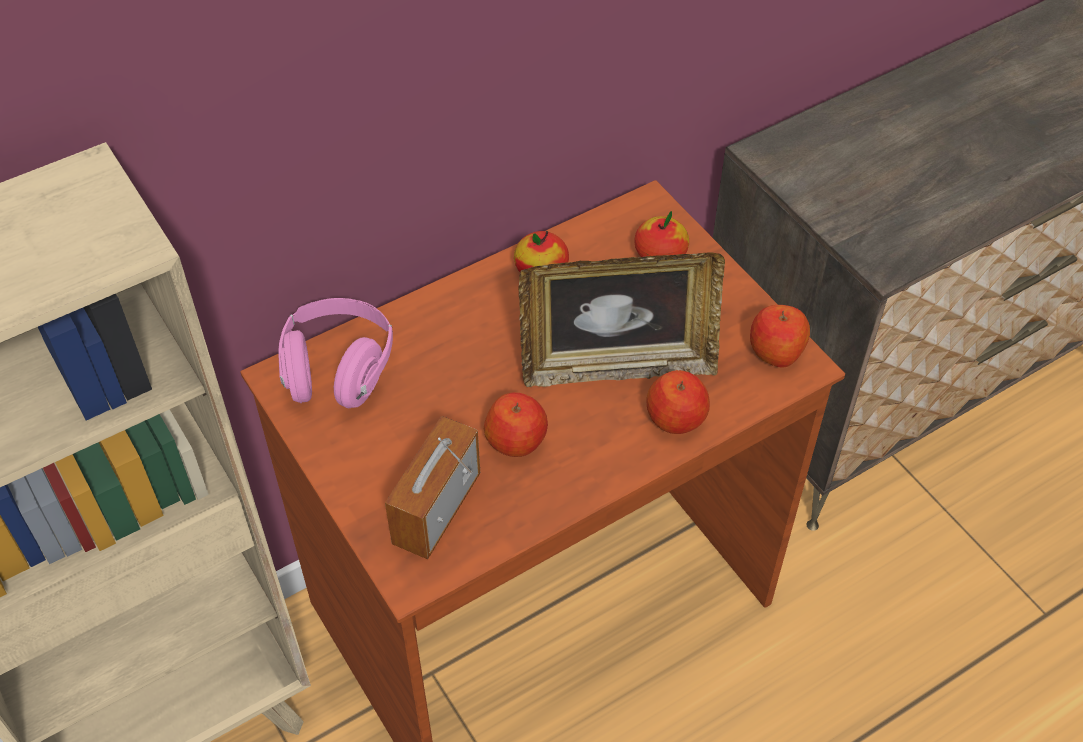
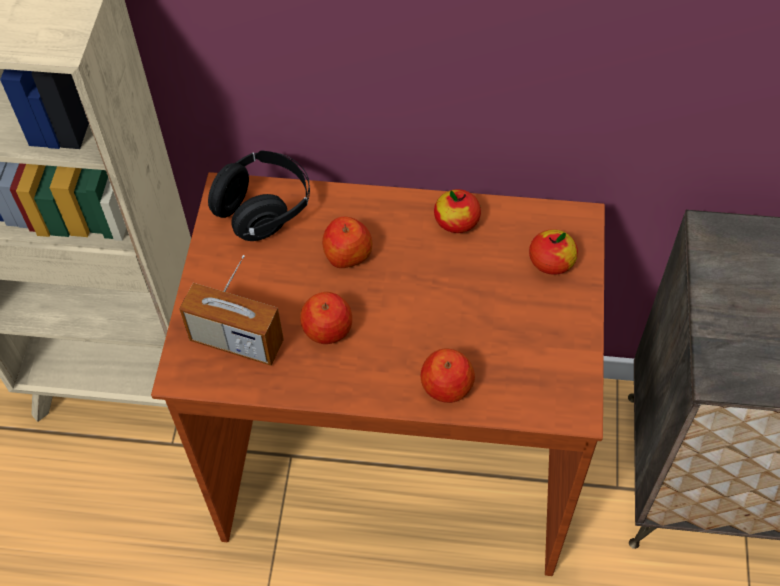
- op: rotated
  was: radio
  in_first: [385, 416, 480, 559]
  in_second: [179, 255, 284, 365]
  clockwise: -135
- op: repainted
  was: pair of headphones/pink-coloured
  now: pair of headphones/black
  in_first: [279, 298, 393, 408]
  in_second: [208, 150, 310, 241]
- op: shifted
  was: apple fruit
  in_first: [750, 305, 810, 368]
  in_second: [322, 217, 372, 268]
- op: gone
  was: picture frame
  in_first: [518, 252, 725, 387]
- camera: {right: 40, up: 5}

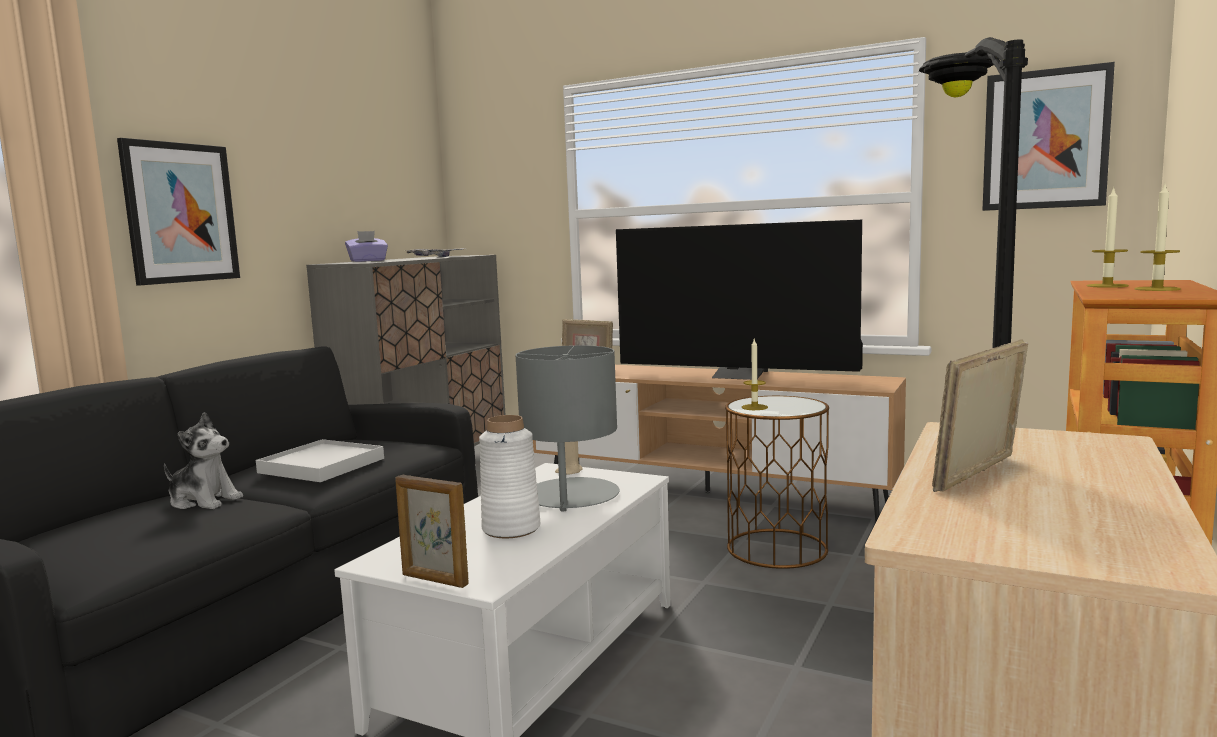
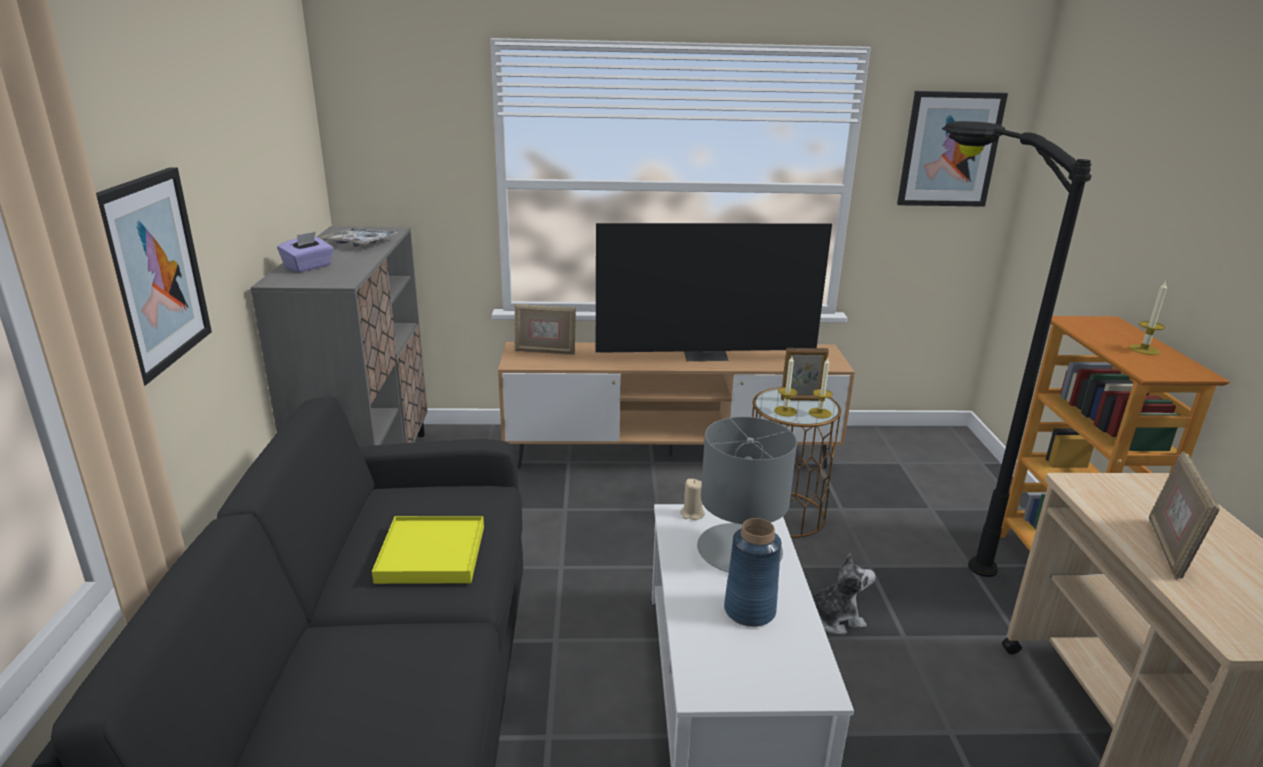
- op: repainted
  was: tray/whitish
  now: tray/yellow
  in_first: [256, 439, 384, 482]
  in_second: [372, 516, 484, 584]
- op: repainted
  was: flower vase/whitish
  now: flower vase/bluish
  in_first: [479, 415, 540, 538]
  in_second: [724, 518, 782, 627]
- op: shifted
  was: picture frame
  in_first: [395, 475, 469, 588]
  in_second: [781, 348, 829, 401]
- op: shifted
  was: candle
  in_first: [1087, 186, 1129, 288]
  in_second: [809, 357, 833, 418]
- op: shifted
  was: plush toy
  in_first: [164, 412, 243, 509]
  in_second: [813, 554, 876, 634]
- camera: {right: -30, up: 15}

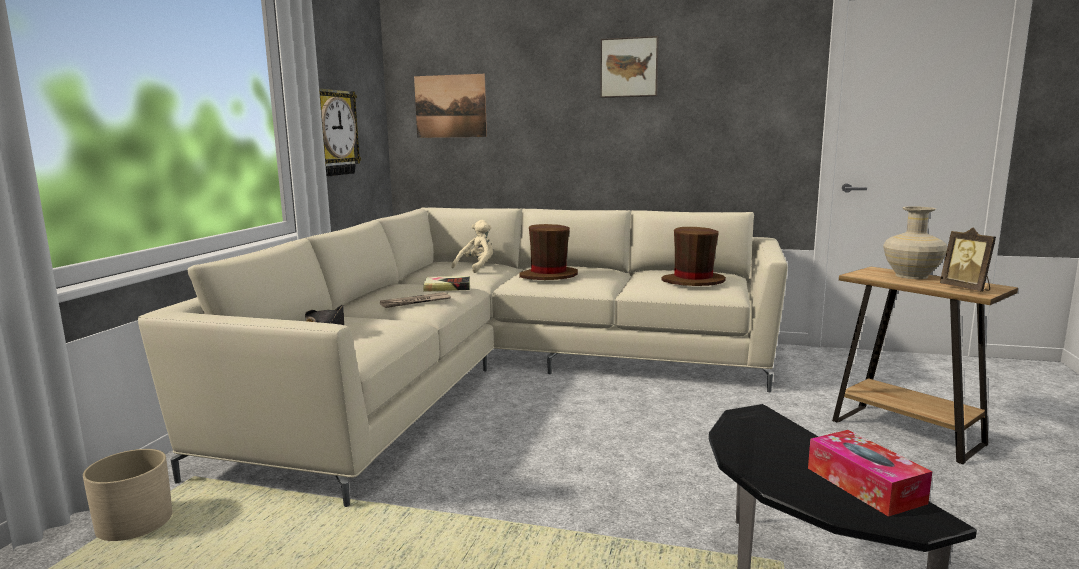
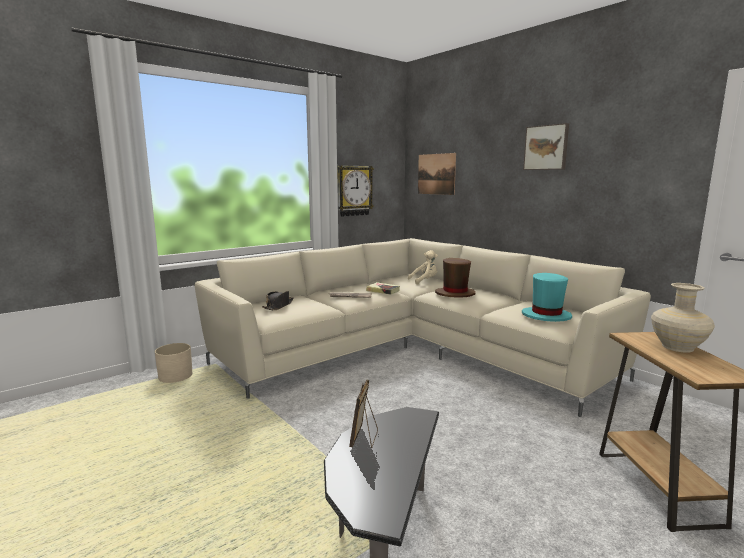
- op: shifted
  was: picture frame
  in_first: [940, 227, 996, 291]
  in_second: [349, 380, 378, 448]
- op: repainted
  was: wearable hat/brown
  now: wearable hat/turquoise
  in_first: [662, 227, 726, 286]
  in_second: [522, 273, 572, 322]
- op: gone
  was: tissue holder
  in_first: [808, 430, 932, 517]
- camera: {right: 35, up: 0}

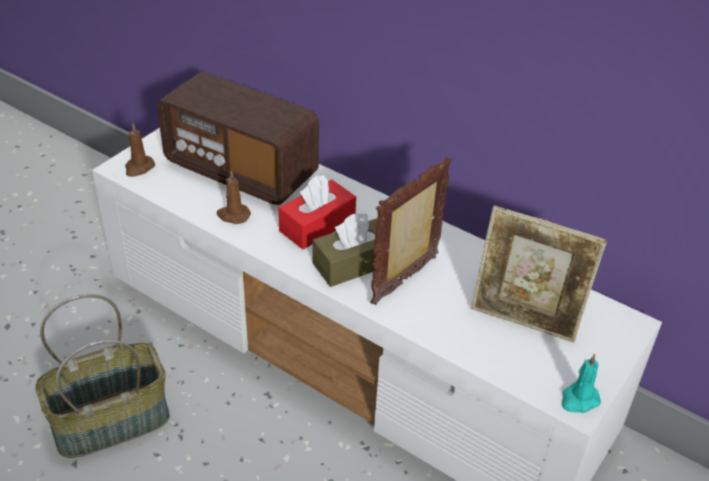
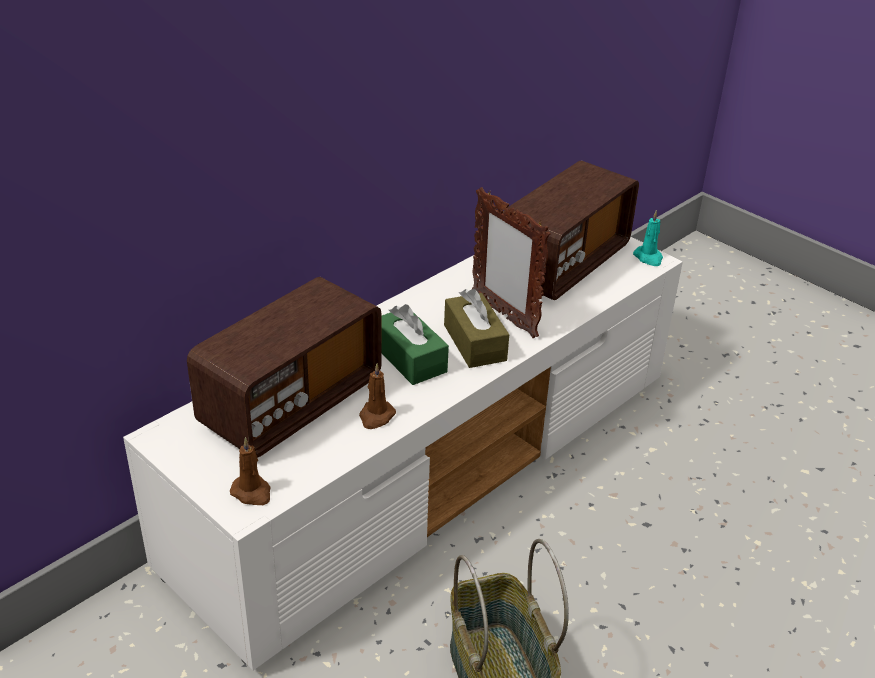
- op: repainted
  was: tissue holder/red
  now: tissue holder/greenish
  in_first: [278, 175, 356, 249]
  in_second: [381, 304, 449, 385]
- op: swapped
  was: picture frame
  now: radio
  in_first: [471, 205, 607, 342]
  in_second: [503, 160, 639, 300]
- camera: {right: -80, up: -5}

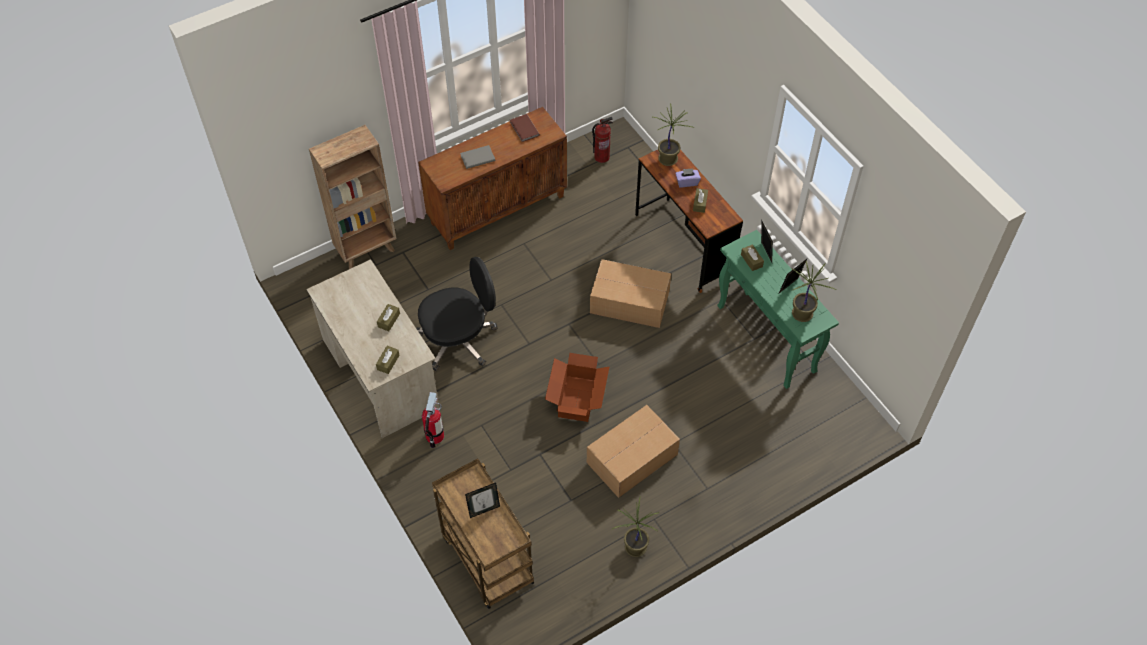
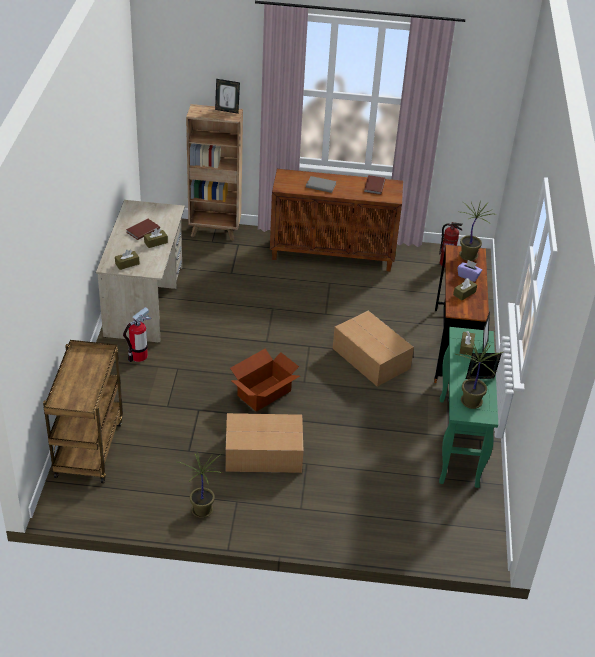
- op: new
  now: volume/brown
  in_second: [126, 219, 160, 240]
- op: shifted
  was: picture frame
  in_first: [465, 483, 500, 518]
  in_second: [215, 79, 240, 114]
- op: gone
  was: office chair/black
  in_first: [416, 257, 497, 371]
- camera: {right: 35, up: -15}

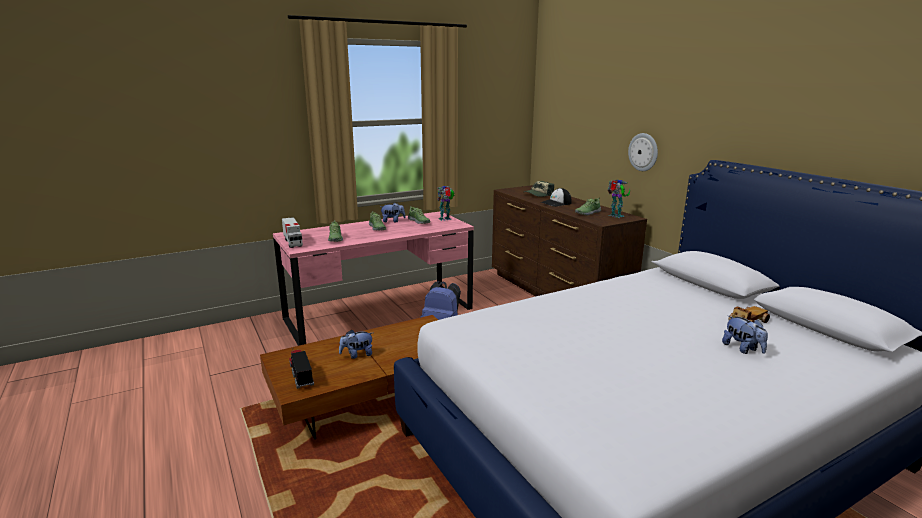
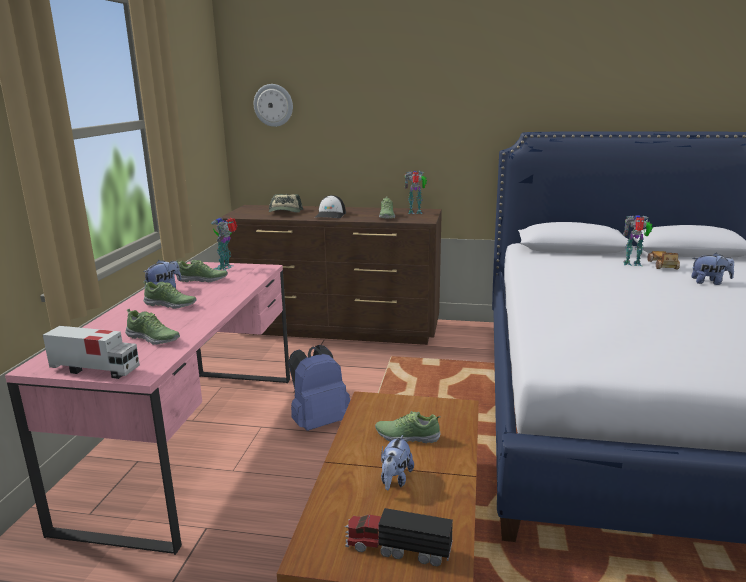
- op: shifted
  was: clock on the wall
  in_first: [628, 133, 658, 171]
  in_second: [254, 84, 293, 127]
- op: new
  now: low shoe
  in_second: [375, 411, 441, 443]
- op: new
  now: model robot
  in_second: [623, 215, 653, 266]
- camera: {right: -50, up: 0}

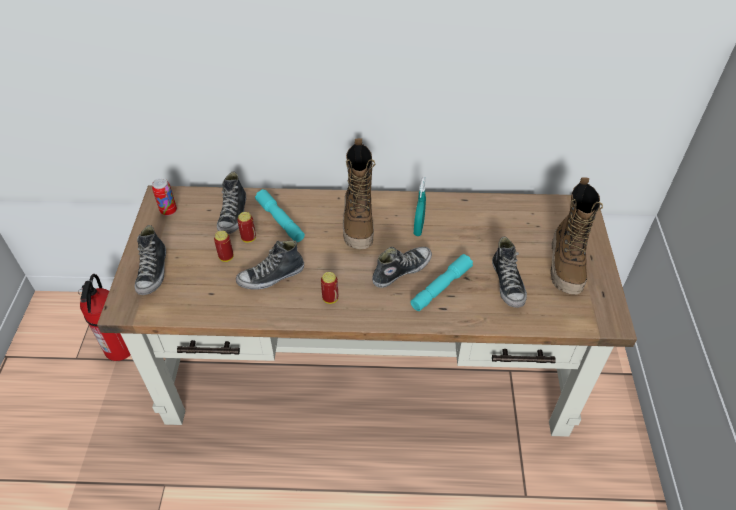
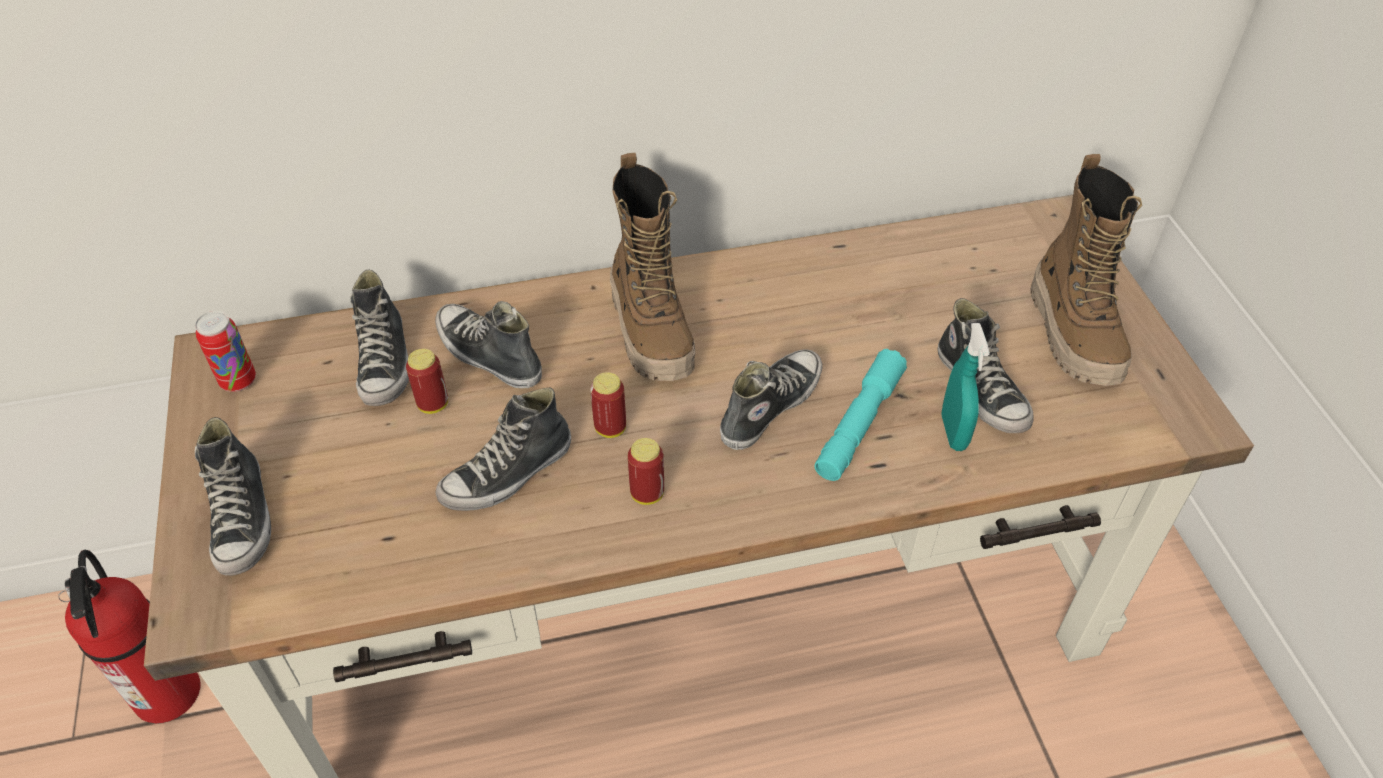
- op: swapped
  was: hand torch/turquoise
  now: low shoe
  in_first: [255, 189, 305, 242]
  in_second: [435, 301, 542, 389]
- op: shifted
  was: metal can
  in_first: [214, 231, 234, 262]
  in_second: [590, 372, 626, 438]
- op: shifted
  was: spray bottle/turquoise
  in_first: [414, 177, 426, 236]
  in_second: [941, 323, 990, 451]
- camera: {right: -15, up: 0}

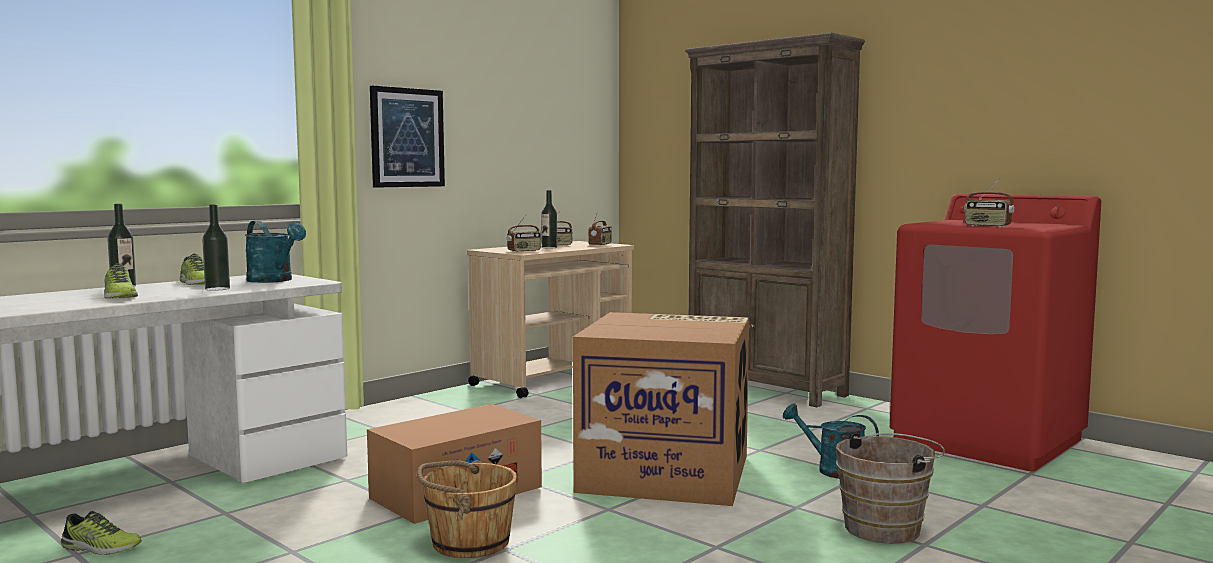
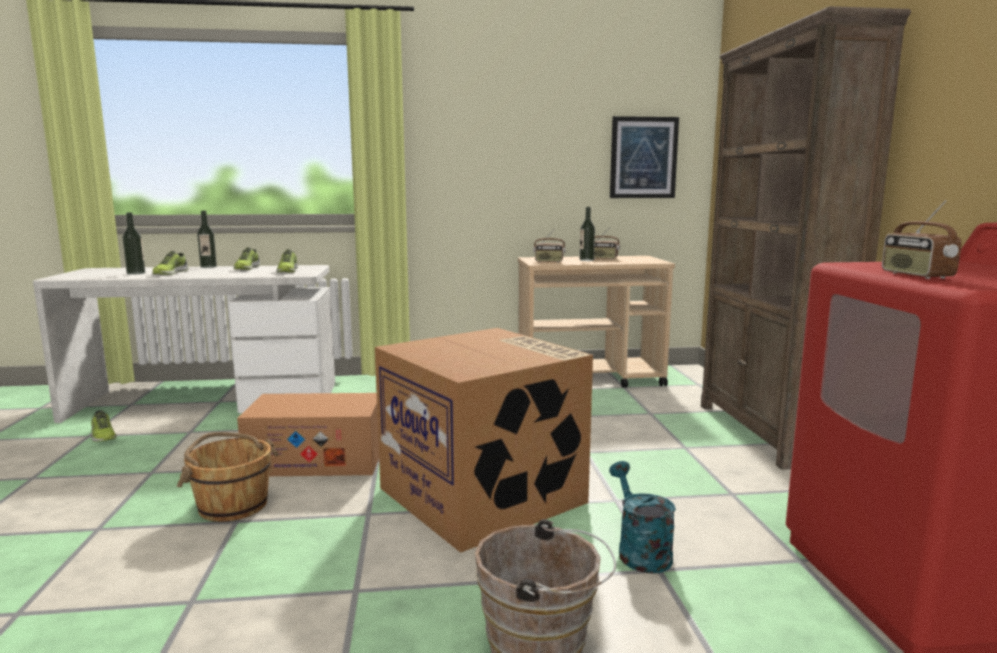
- op: shifted
  was: drink bottle
  in_first: [202, 204, 230, 291]
  in_second: [122, 212, 145, 275]
- op: swapped
  was: watering can/turquoise
  now: low shoe
  in_first: [245, 221, 306, 283]
  in_second: [276, 249, 298, 272]
- op: shifted
  was: wall art
  in_first: [370, 85, 445, 188]
  in_second: [610, 116, 679, 198]
- op: gone
  was: radio
  in_first: [588, 211, 612, 246]
- camera: {right: 40, up: 5}

